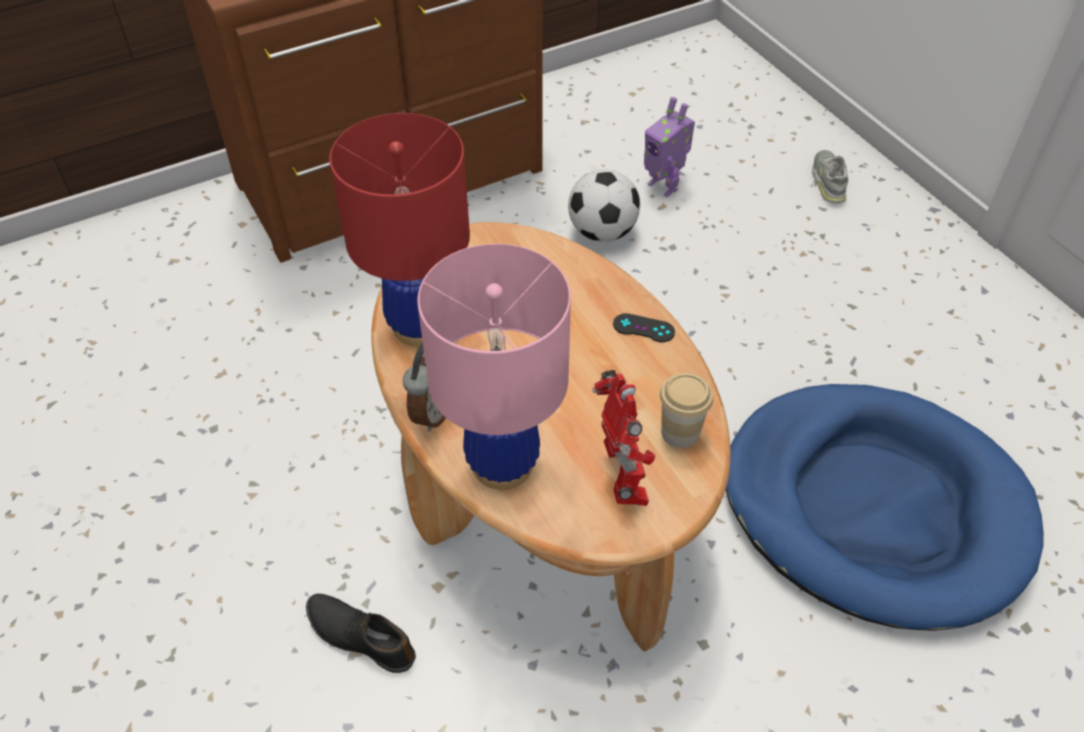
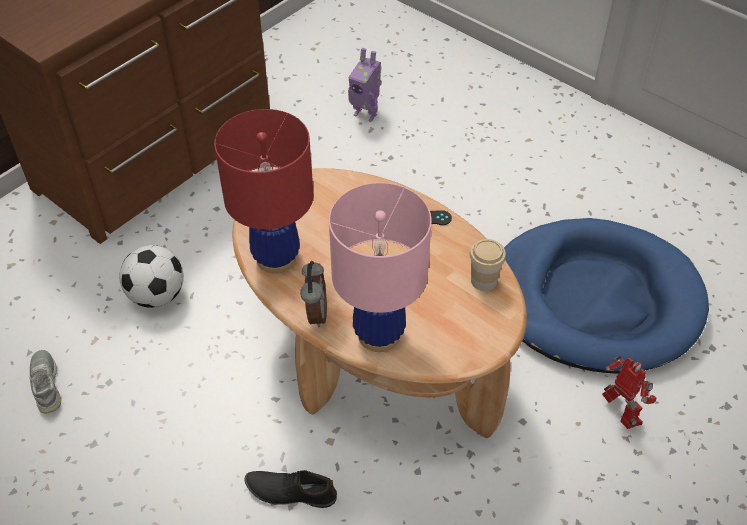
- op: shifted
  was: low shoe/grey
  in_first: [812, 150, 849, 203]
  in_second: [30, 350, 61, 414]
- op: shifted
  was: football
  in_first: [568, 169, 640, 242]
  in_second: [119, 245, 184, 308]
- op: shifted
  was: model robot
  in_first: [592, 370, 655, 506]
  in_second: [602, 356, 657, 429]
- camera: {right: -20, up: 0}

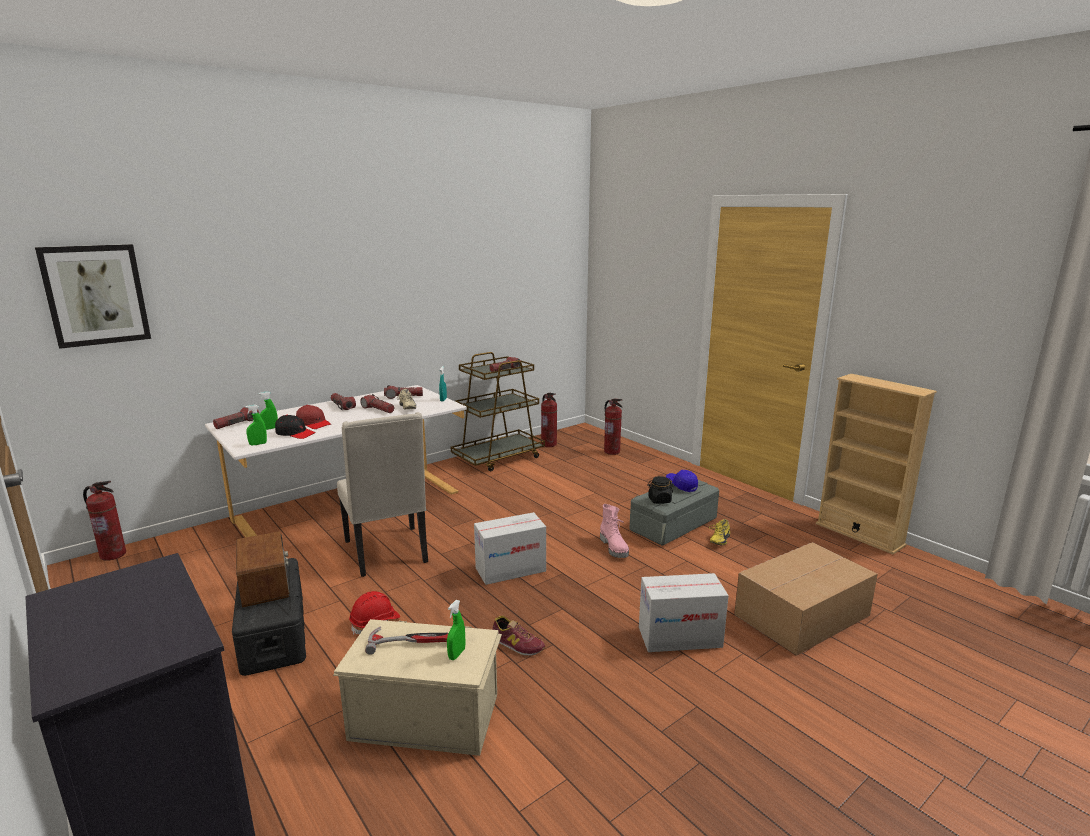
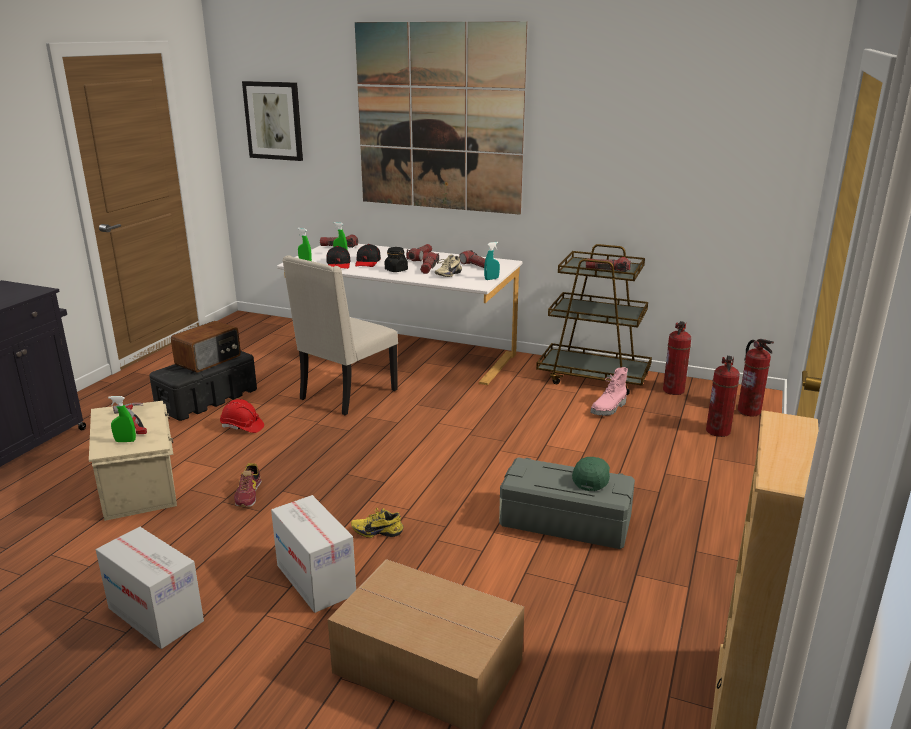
- op: shifted
  was: cardboard box
  in_first: [474, 512, 546, 585]
  in_second: [96, 527, 204, 649]
- op: shifted
  was: low shoe/yellow
  in_first: [709, 519, 730, 545]
  in_second: [351, 508, 403, 538]
- op: new
  now: wall art
  in_second: [355, 22, 527, 215]
- op: repainted
  was: baseball cap/red
  now: baseball cap/black
  in_first: [296, 405, 331, 429]
  in_second: [355, 244, 381, 267]
- op: shifted
  was: jar/black
  in_first: [647, 476, 673, 504]
  in_second: [385, 247, 408, 272]
- op: repainted
  was: baseball cap/bluish
  now: baseball cap/greenish
  in_first: [666, 470, 698, 492]
  in_second: [572, 457, 610, 491]
- op: shifted
  was: boot/pink-coloured
  in_first: [600, 504, 629, 558]
  in_second: [590, 367, 628, 416]
- op: shifted
  was: extinguisher
  in_first: [83, 481, 126, 561]
  in_second: [738, 338, 774, 416]
- camera: {right: 60, up: 5}

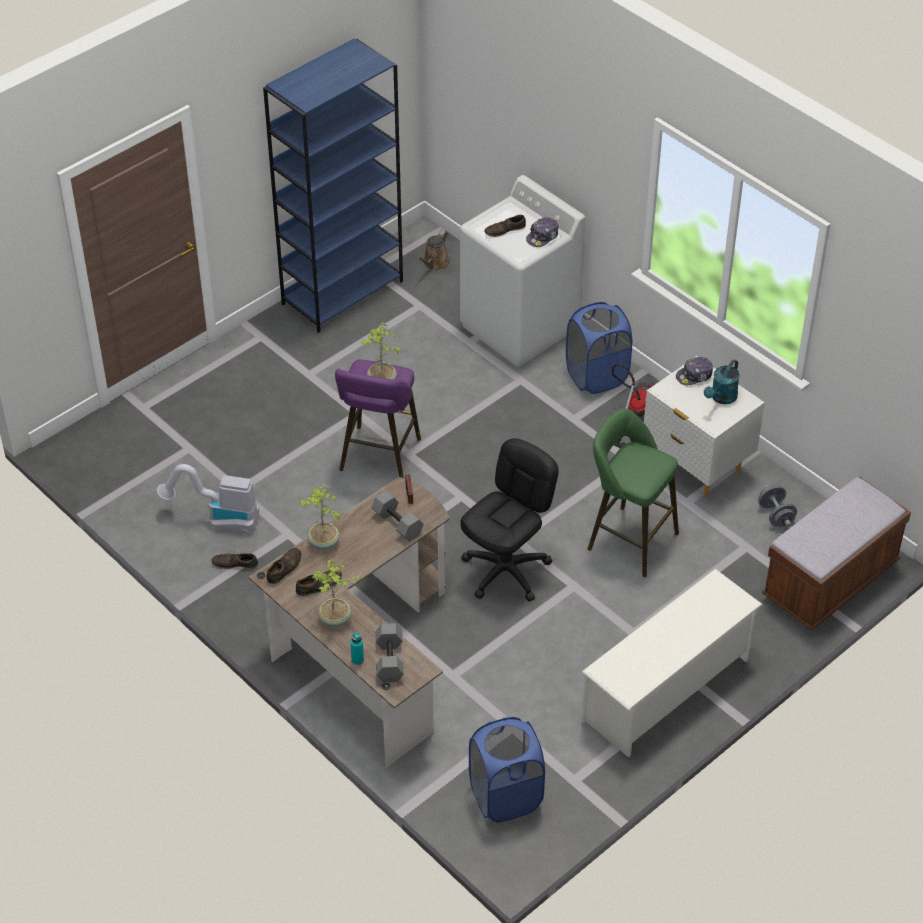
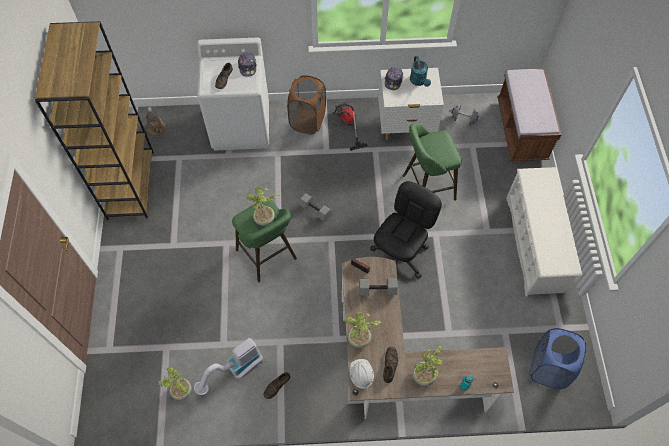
- op: repainted
  was: bookshelf/bluish
  now: bookshelf/brown
  in_first: [263, 38, 403, 333]
  in_second: [35, 21, 154, 220]
- op: new
  now: plant in a pot
  in_second: [158, 367, 192, 400]
- op: repainted
  was: stool/purple
  now: stool/greenish
  in_first: [335, 360, 421, 478]
  in_second: [232, 199, 297, 282]
- op: repainted
  was: laundry basket/bluish
  now: laundry basket/brown
  in_first: [566, 302, 632, 394]
  in_second: [287, 75, 326, 134]
- op: shifted
  was: hand weight/grey
  in_first: [375, 623, 404, 683]
  in_second: [299, 193, 332, 222]
- op: swapped
  was: low shoe/brown
  now: safety helmet/whitish
  in_first: [266, 547, 301, 584]
  in_second: [350, 359, 374, 390]
- op: rotated
  was: office chair/black
  in_first: [460, 438, 559, 602]
  in_second: [370, 181, 442, 279]
  clockwise: 45
- camera: {right: -50, up: 15}

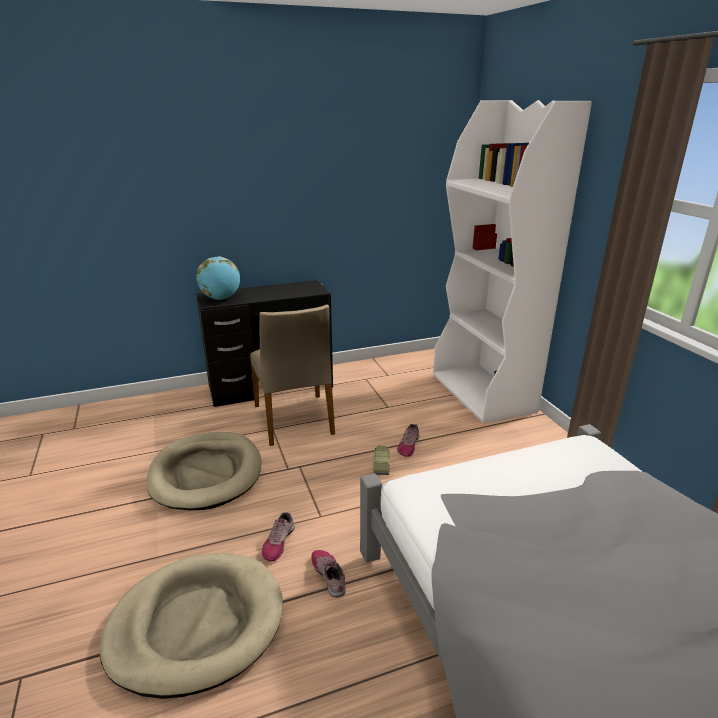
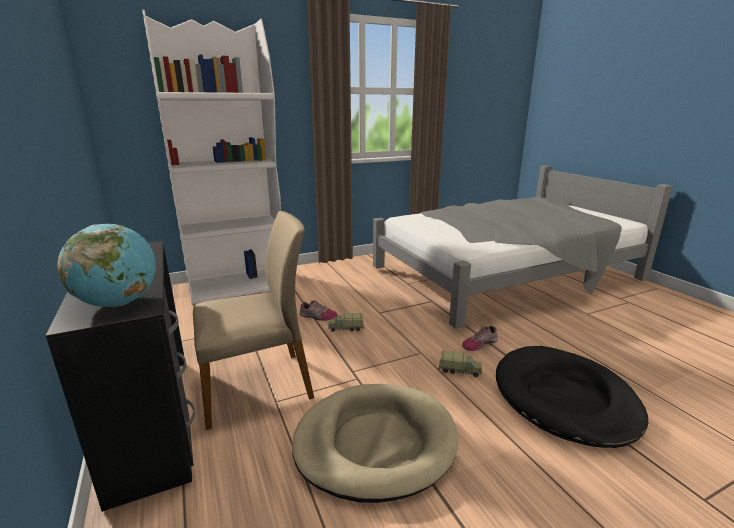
- op: swapped
  was: low shoe
  now: model truck
  in_first: [262, 512, 295, 562]
  in_second: [439, 350, 482, 377]
- op: repainted
  was: dog bed/sand-coloured
  now: dog bed/black
  in_first: [100, 553, 283, 699]
  in_second: [496, 346, 648, 448]
- camera: {right: -95, up: -5}

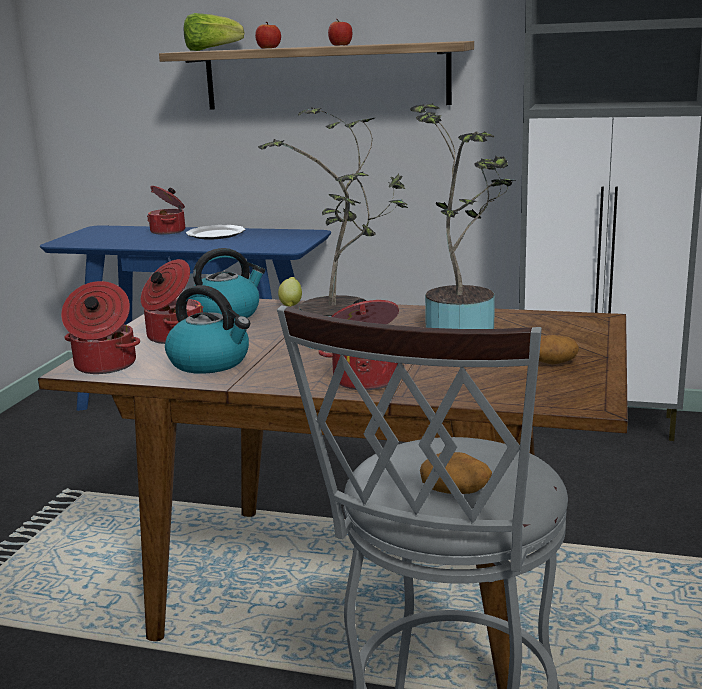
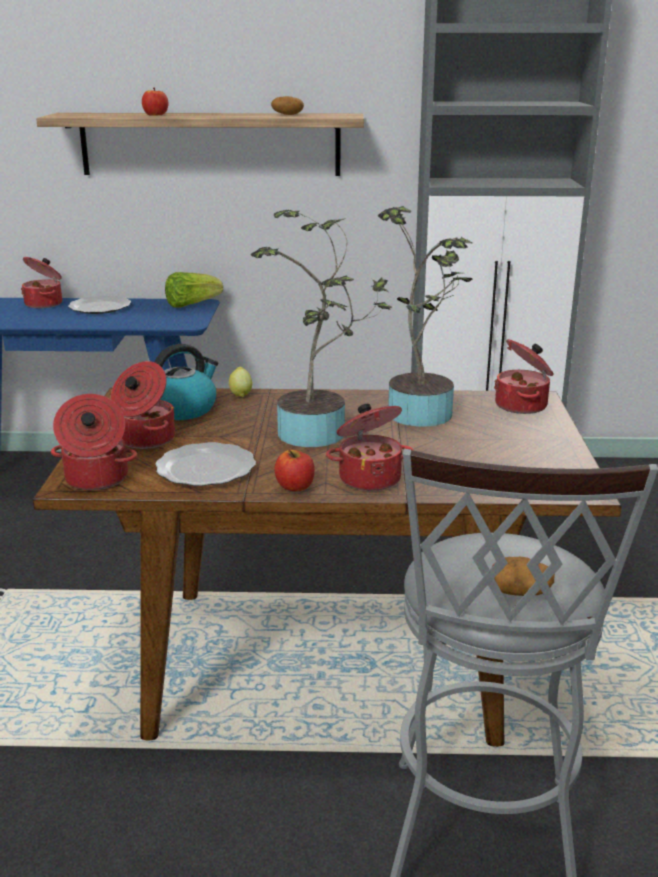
- op: swapped
  was: kettle
  now: plate
  in_first: [165, 285, 250, 374]
  in_second: [155, 442, 256, 486]
- op: shifted
  was: lettuce
  in_first: [184, 13, 244, 51]
  in_second: [165, 272, 223, 307]
- op: shifted
  was: potato
  in_first: [539, 335, 579, 364]
  in_second: [271, 96, 304, 115]
- op: shifted
  was: apple fruit
  in_first: [328, 19, 352, 46]
  in_second: [275, 450, 315, 491]
- op: new
  now: saucepot
  in_second: [494, 339, 554, 414]
- camera: {right: -15, up: 5}

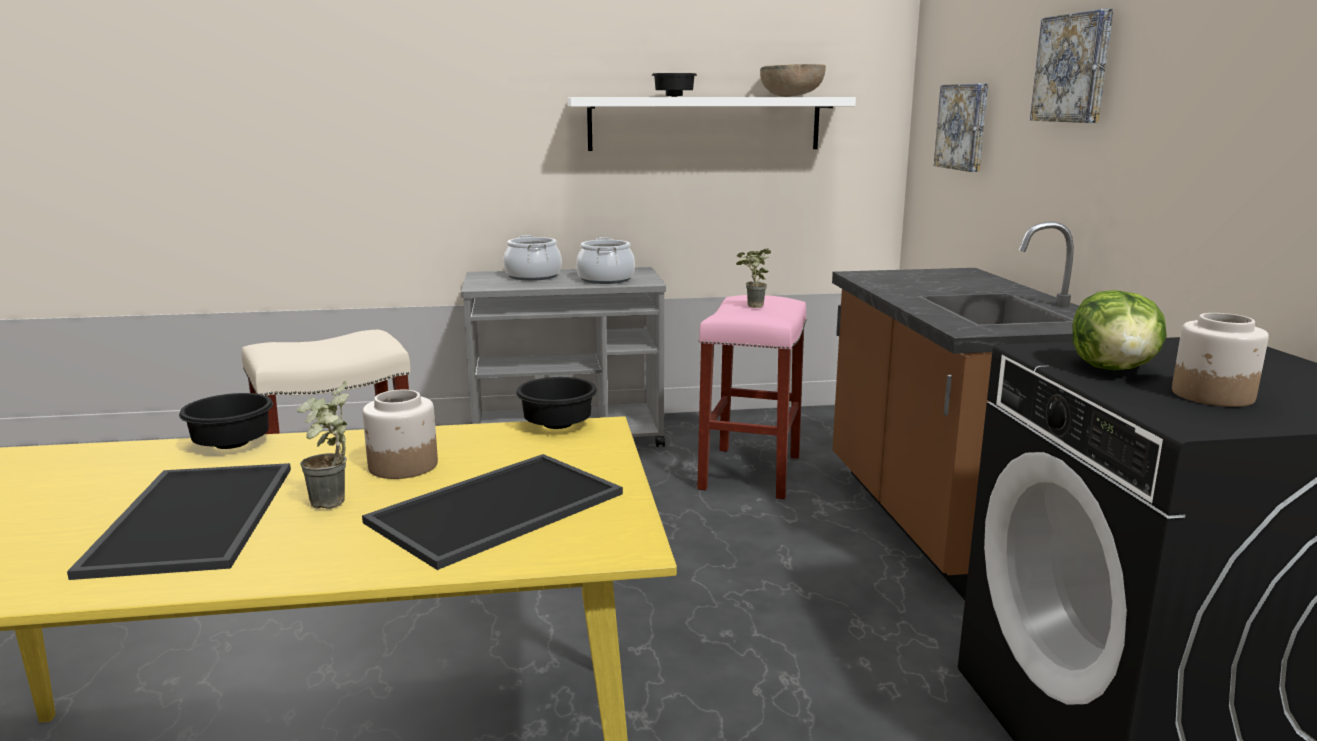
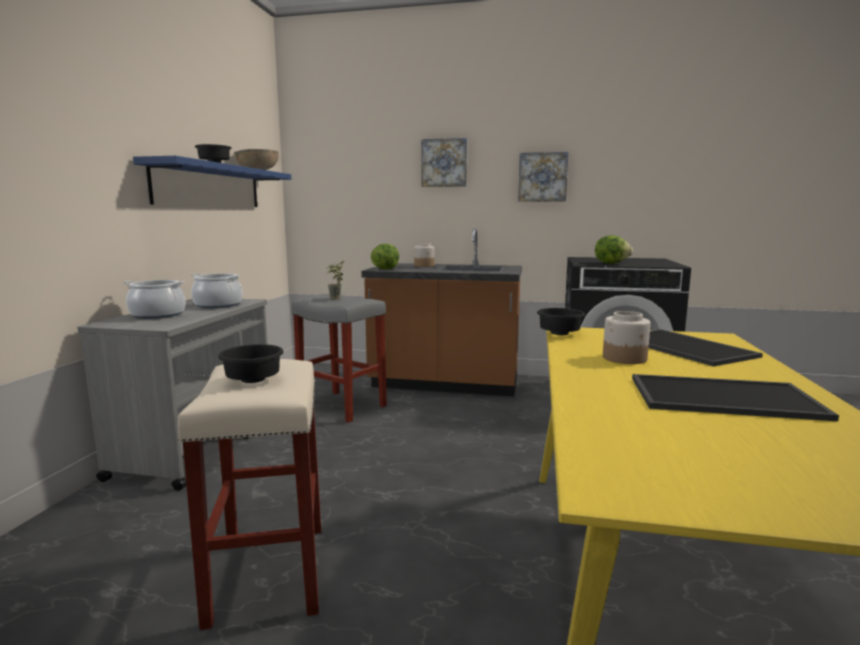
- op: repainted
  was: wall shelf/whitish
  now: wall shelf/bluish
  in_first: [567, 97, 856, 151]
  in_second: [133, 156, 291, 207]
- op: shifted
  was: deep dish/black
  in_first: [179, 393, 273, 449]
  in_second: [218, 344, 284, 383]
- op: repainted
  was: stool/pink-coloured
  now: stool/grey
  in_first: [697, 295, 807, 499]
  in_second: [291, 294, 387, 423]
- op: new
  now: lettuce
  in_second: [371, 244, 399, 269]
- op: shifted
  was: jar
  in_first: [1172, 313, 1269, 407]
  in_second: [414, 243, 434, 267]
- op: shifted
  was: wall art
  in_first: [934, 84, 988, 172]
  in_second: [518, 152, 568, 202]
- op: gone
  was: plant in a pot
  in_first: [297, 381, 349, 509]
- camera: {right: -70, up: -5}

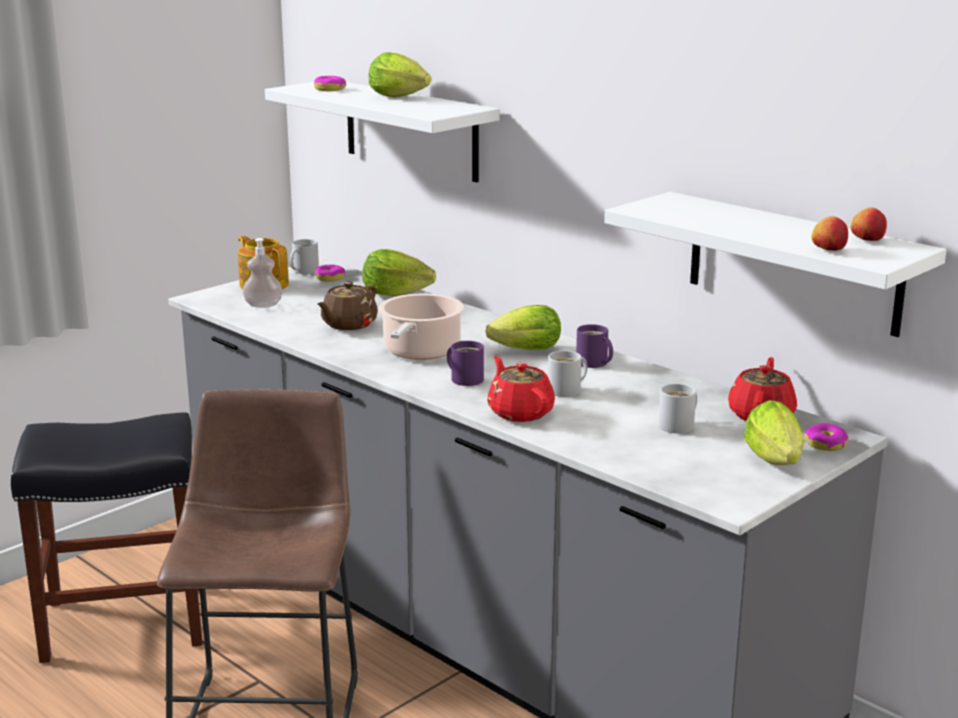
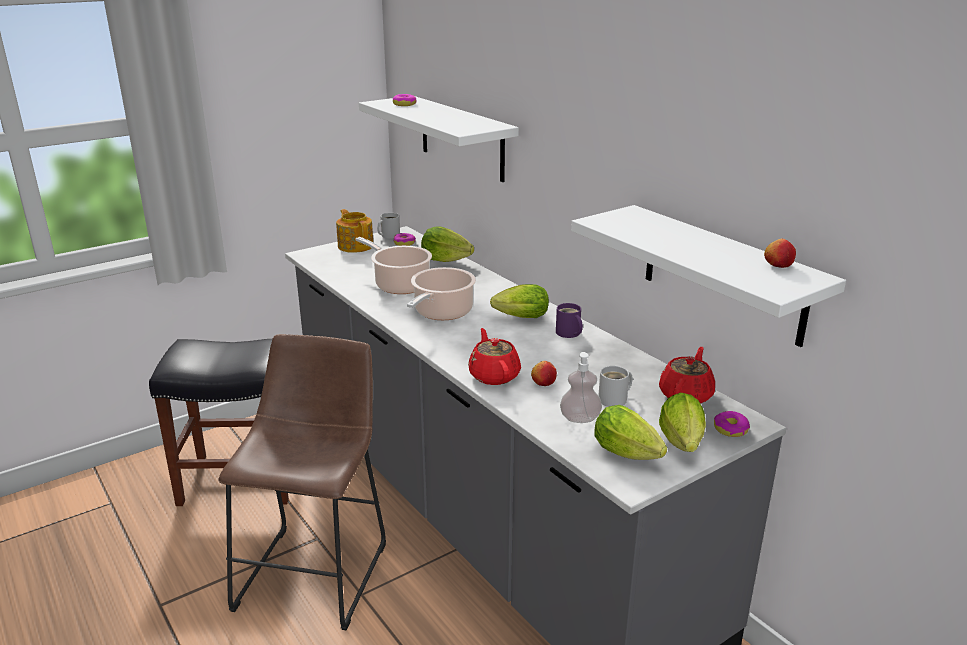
- op: swapped
  was: pot for tea/brown
  now: saucepot
  in_first: [317, 281, 378, 330]
  in_second: [356, 237, 432, 294]
- op: shifted
  was: apple fruit
  in_first: [812, 216, 848, 251]
  in_second: [531, 361, 557, 386]
- op: shifted
  was: soap dispenser
  in_first: [243, 238, 282, 308]
  in_second: [560, 352, 602, 423]
- op: shifted
  was: lettuce
  in_first: [369, 52, 431, 97]
  in_second: [594, 405, 667, 460]
- op: gone
  was: coffee mug/purple
  in_first: [447, 341, 484, 386]
- op: gone
  was: coffee mug/whitish
  in_first: [548, 351, 587, 397]
- camera: {right: 10, up: 5}

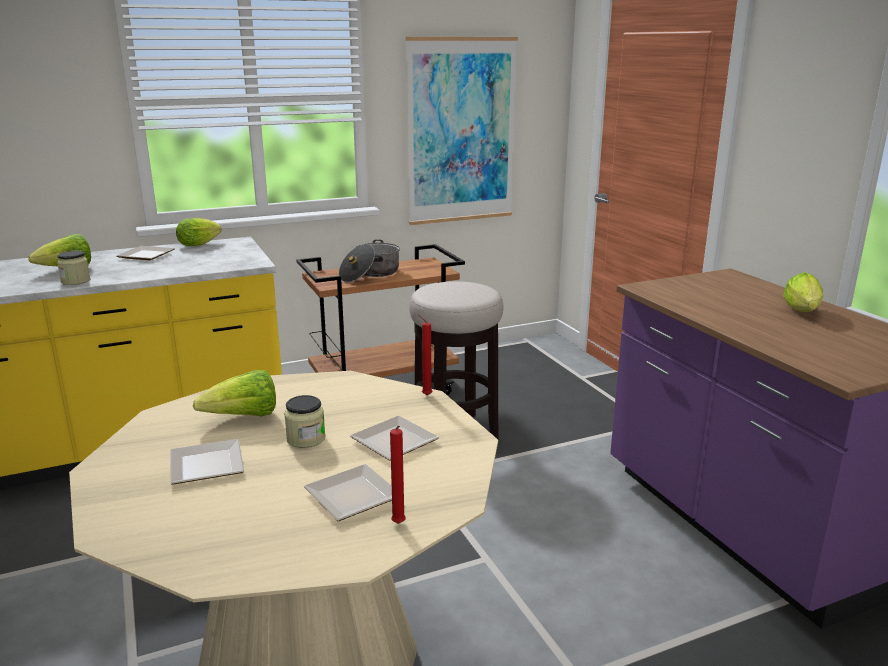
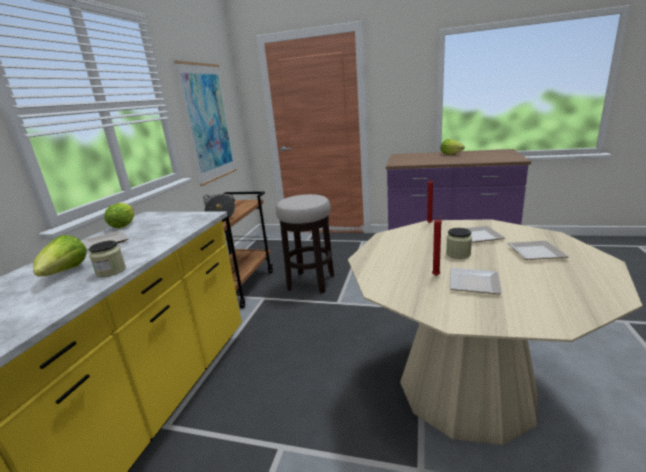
- op: shifted
  was: candle/red
  in_first: [390, 426, 406, 524]
  in_second: [432, 214, 446, 276]
- op: gone
  was: lettuce
  in_first: [193, 370, 276, 416]
- camera: {right: -50, up: 0}

